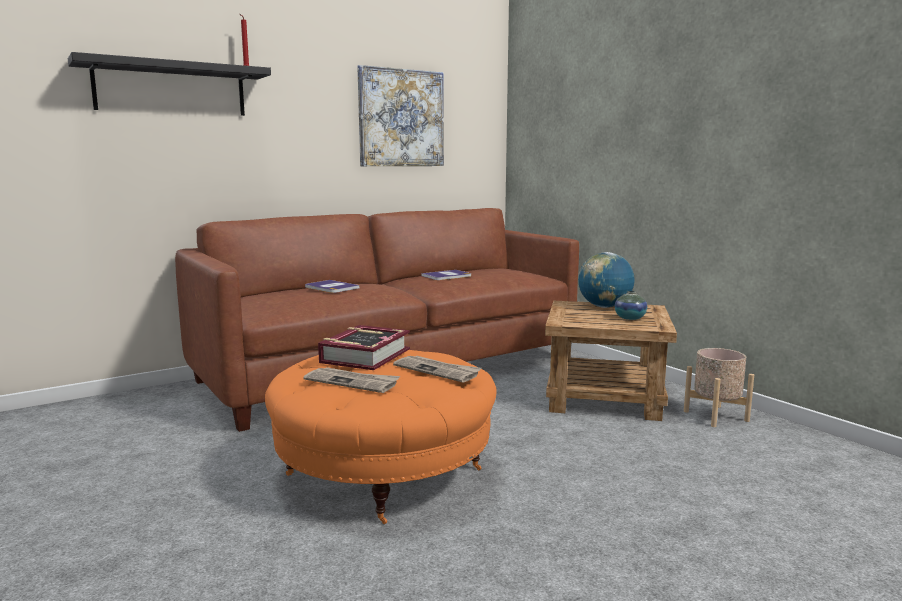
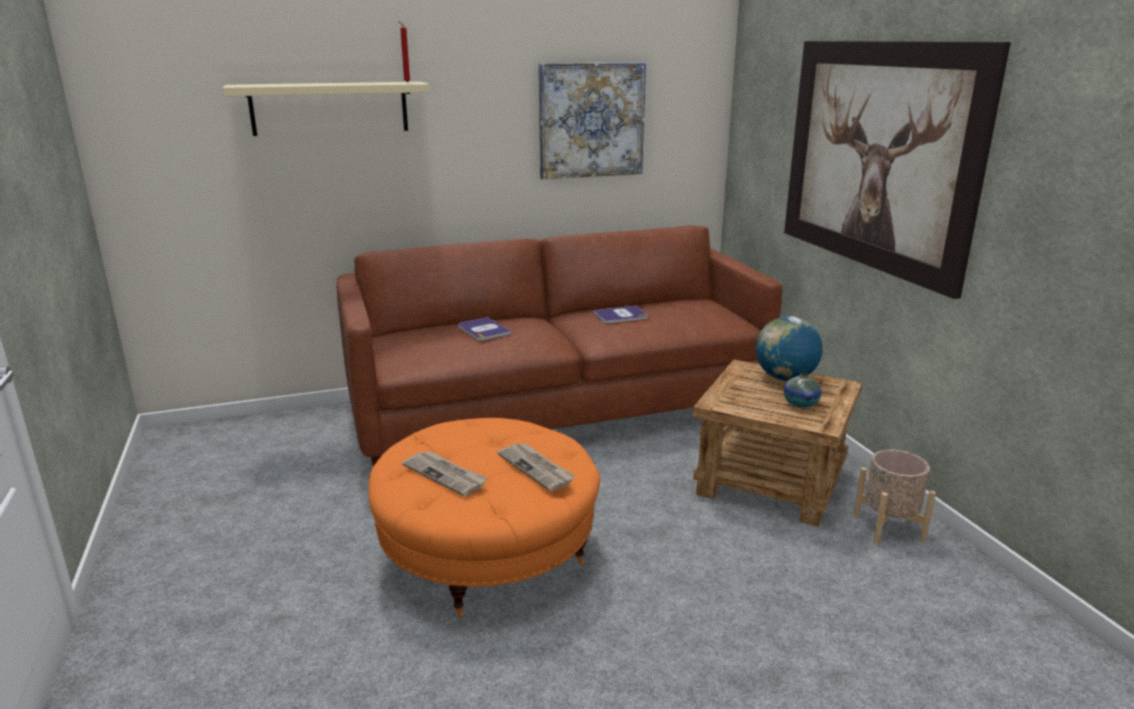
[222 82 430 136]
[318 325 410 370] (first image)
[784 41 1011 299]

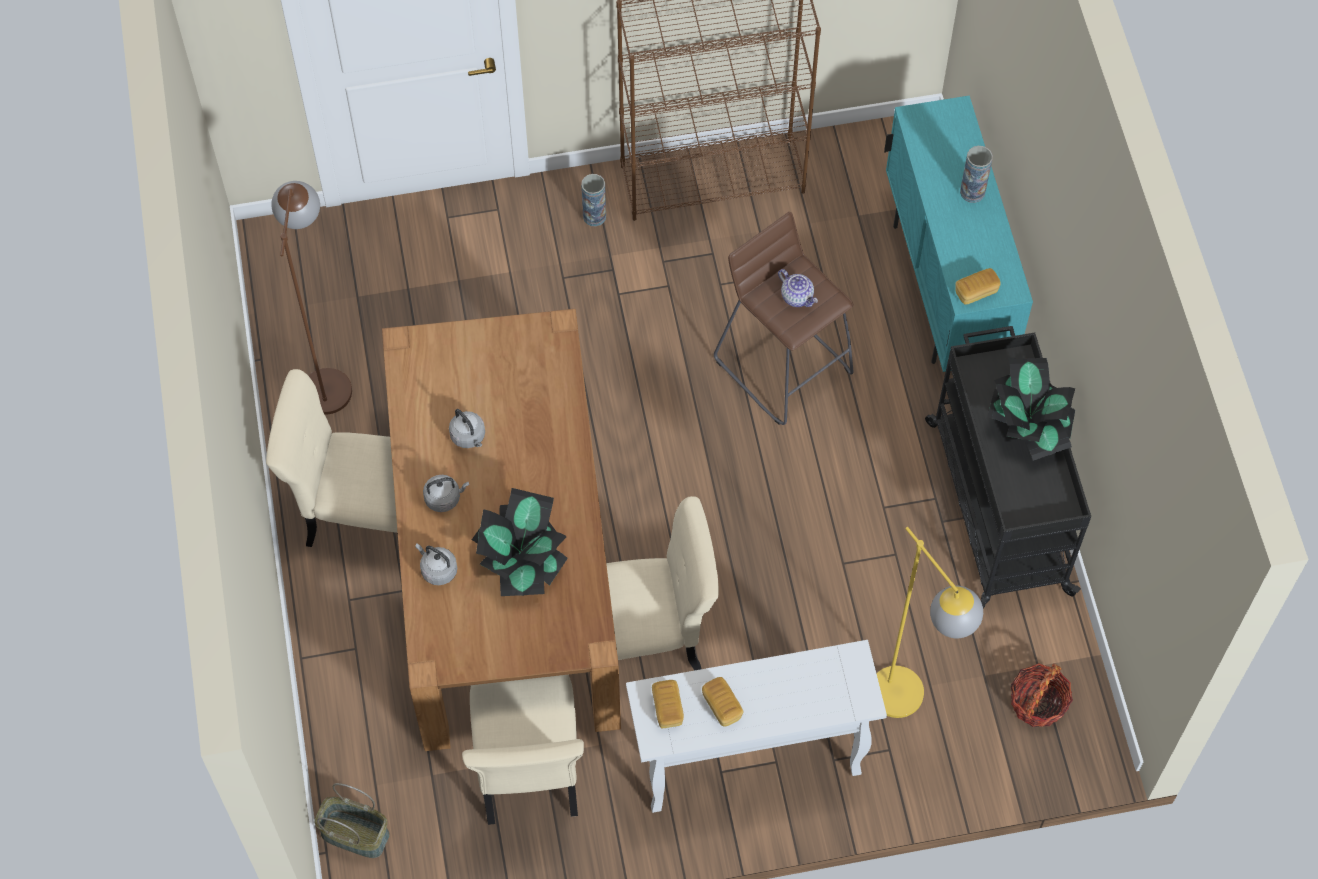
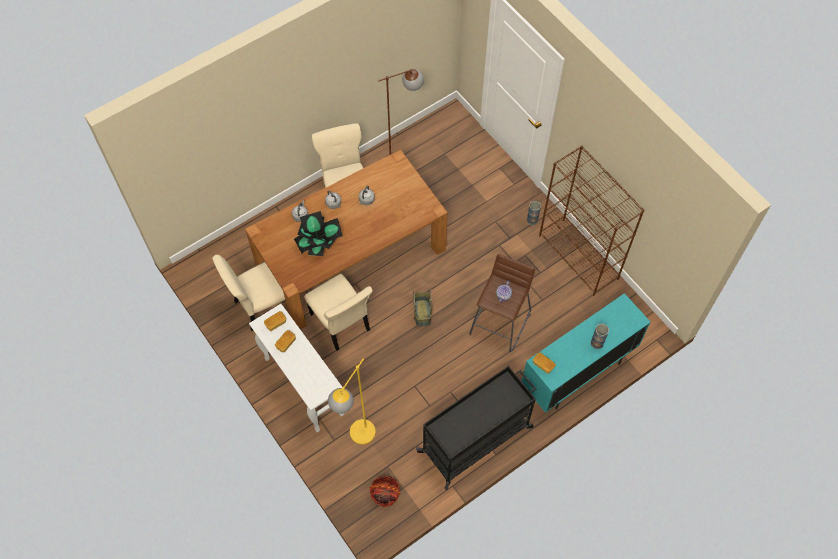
[987 358 1075 461] (first image)
[413 289 432 327]

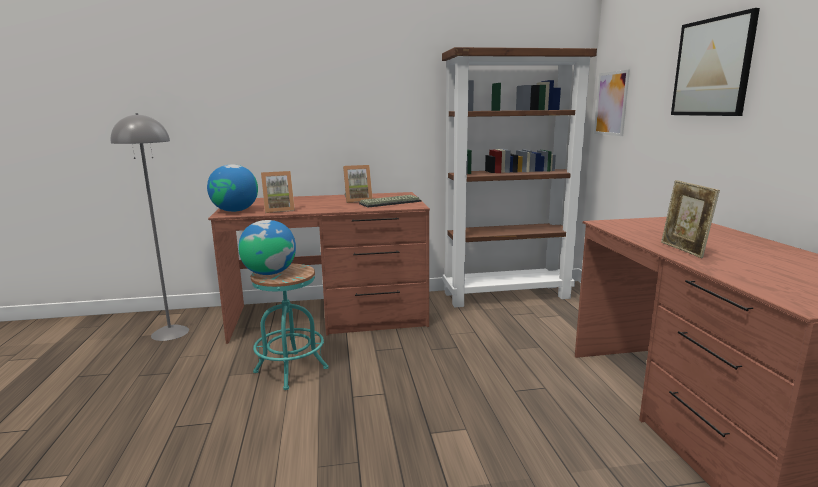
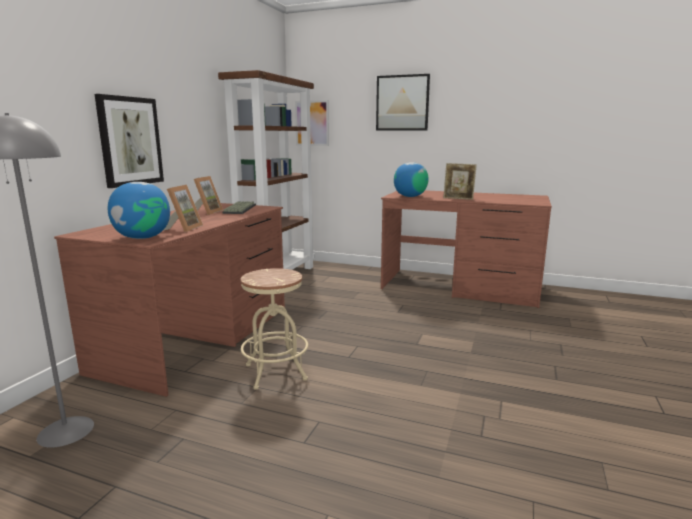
[394 162 429 197]
[241 268 308 390]
[94 94 164 188]

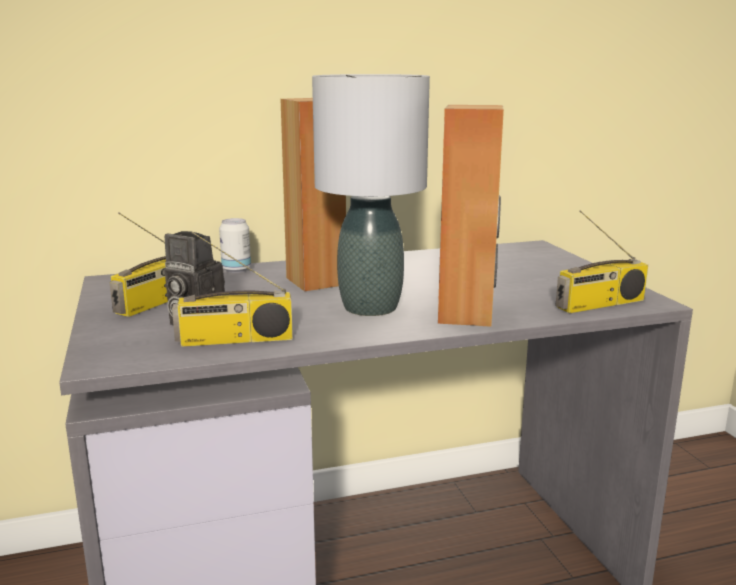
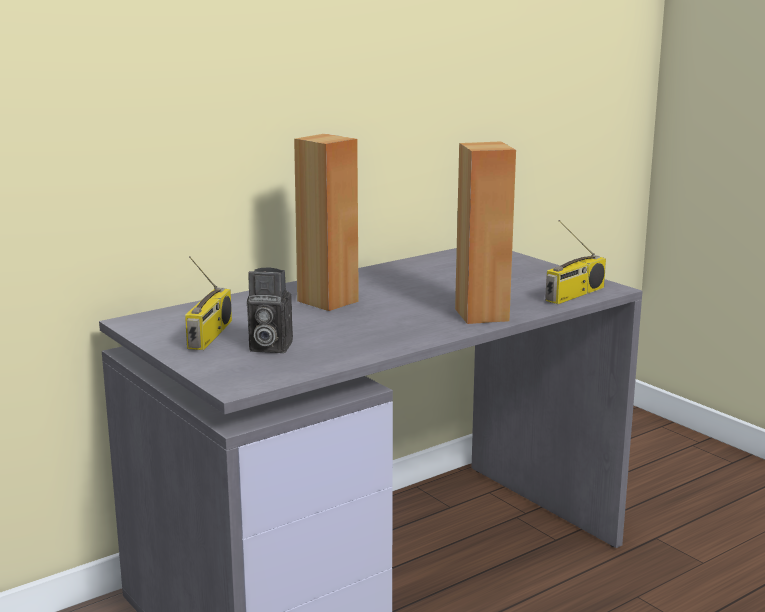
[312 74 430 316] (first image)
[219 218 251 273] (first image)
[172 231 293 347] (first image)

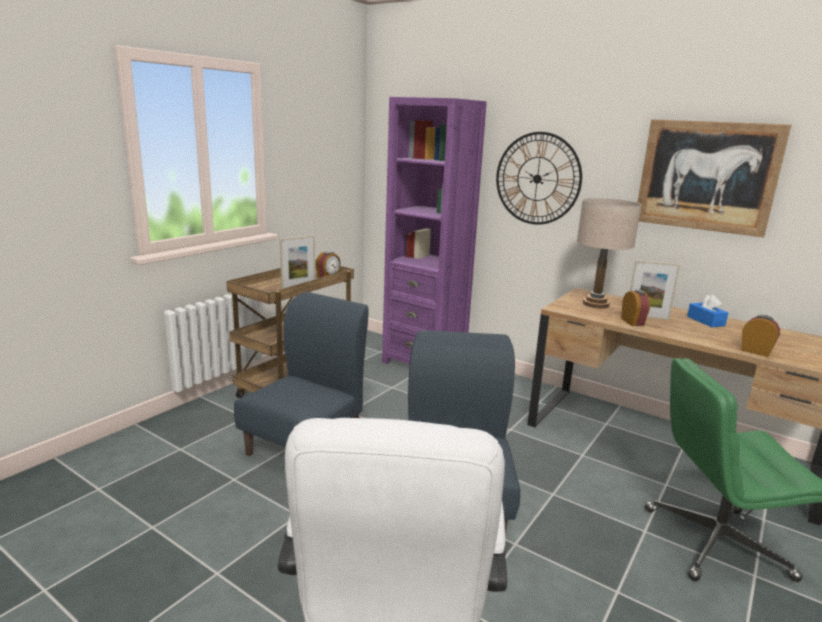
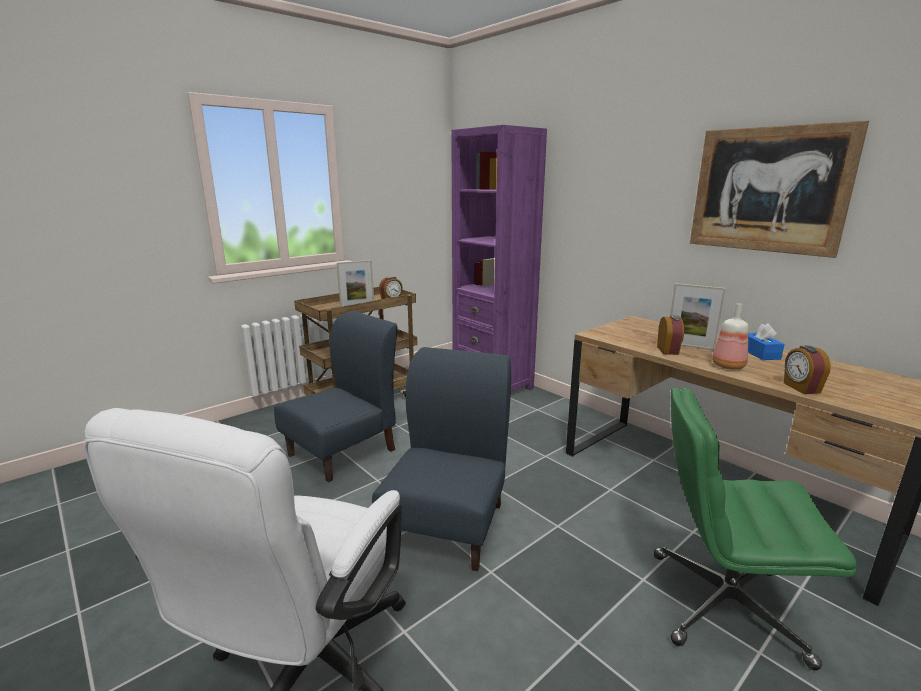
[496 132 582 225] (first image)
[577 198 642 309] (first image)
[784 346 831 394]
[712 303 748 369]

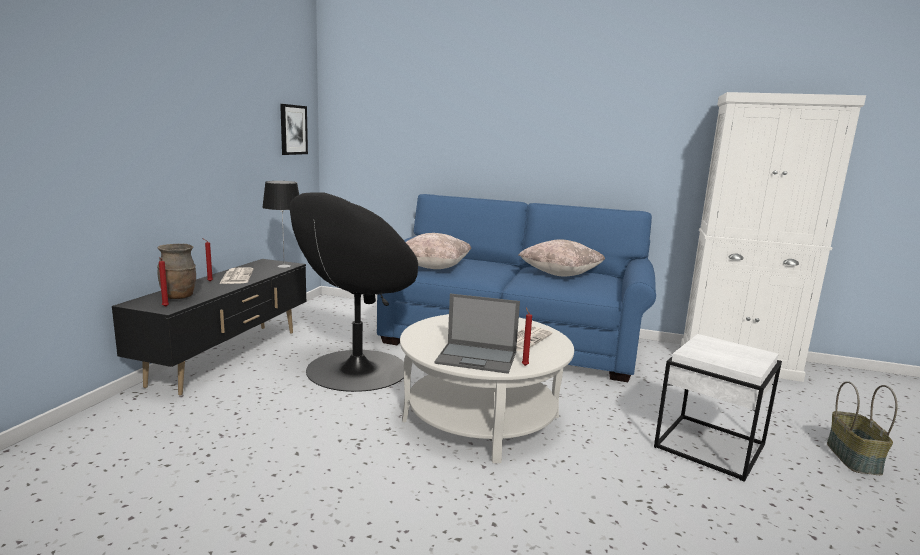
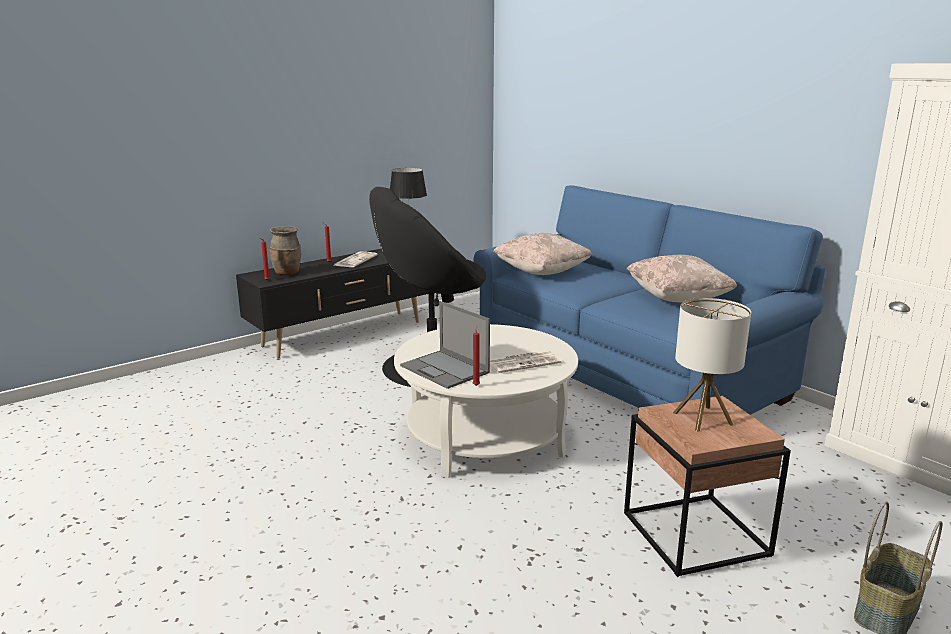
[280 104 308 155] (first image)
[624 396 791 577]
[673 298 751 432]

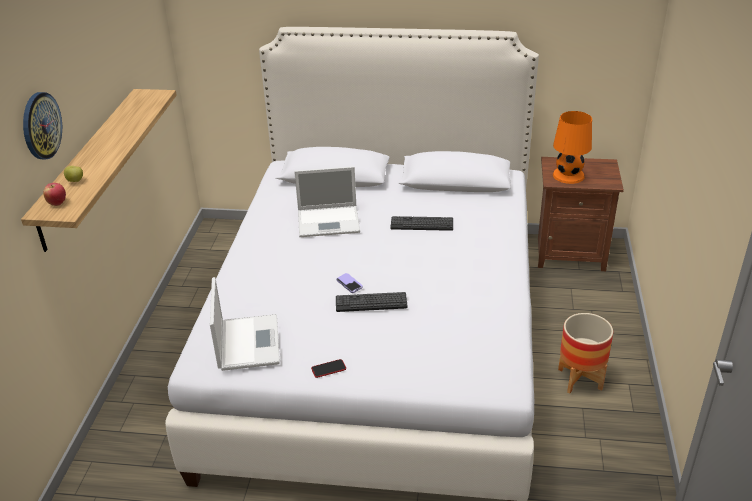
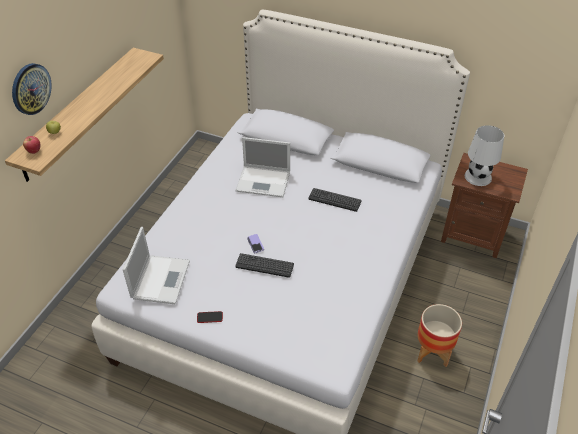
[464 125 504 186]

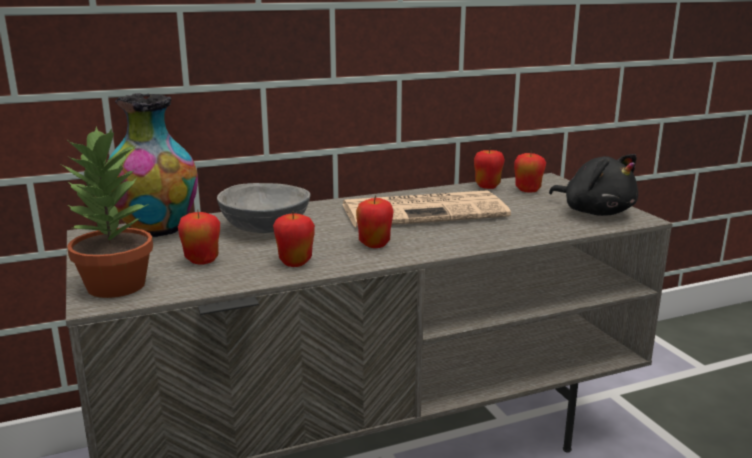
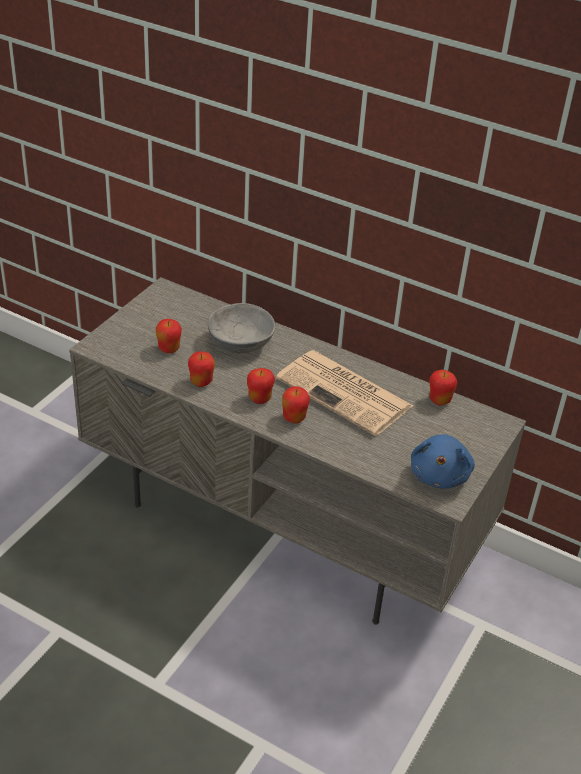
[107 93 198 237] (first image)
[61 126 153 298] (first image)
[282 386 310 424]
[411 434 475 489]

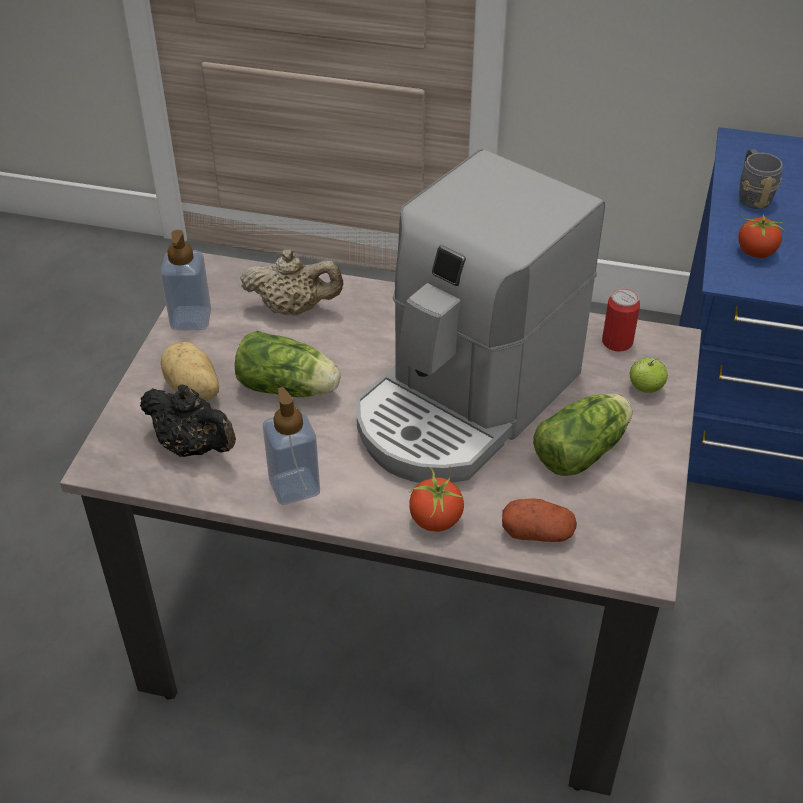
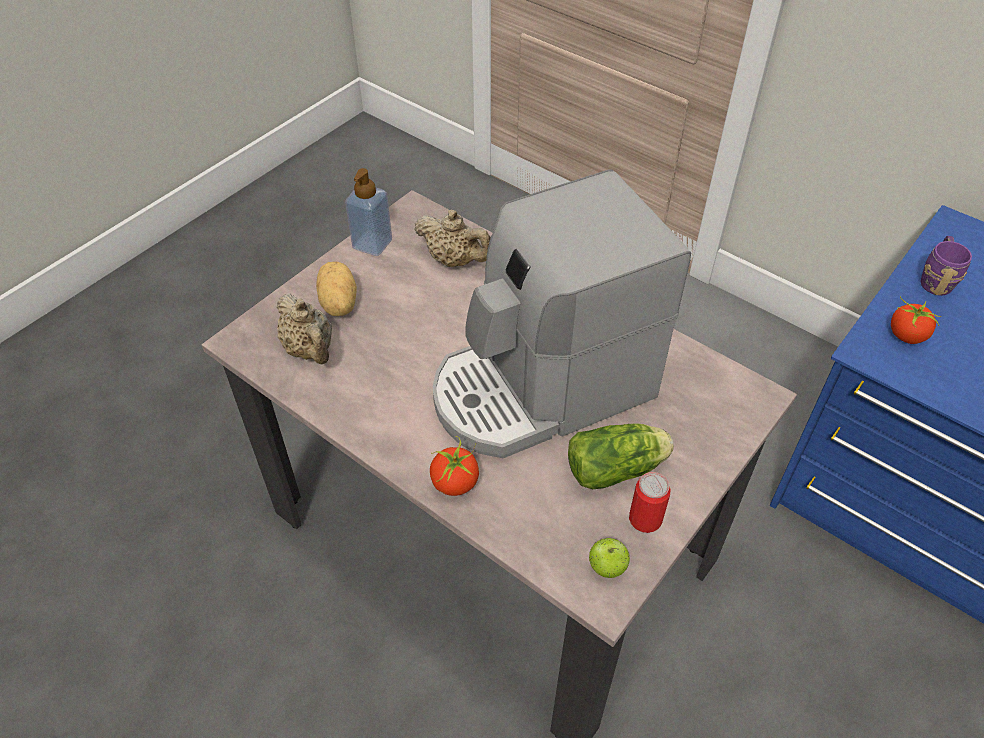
[921 236 972 296]
[629 472 670 533]
[235 331 341 397] (first image)
[589 538 630 578]
[276 293 332 364]
[263 387 320 505] (first image)
[502 498 577 542] (first image)

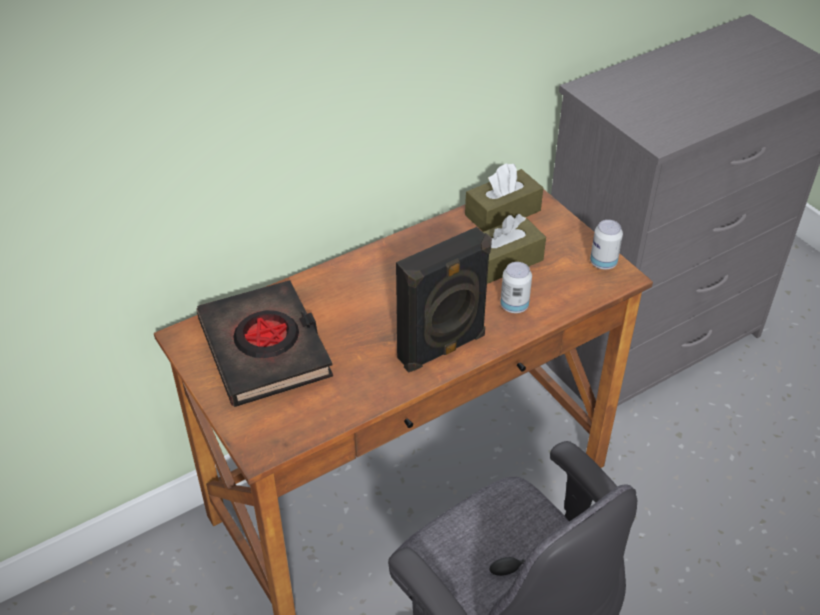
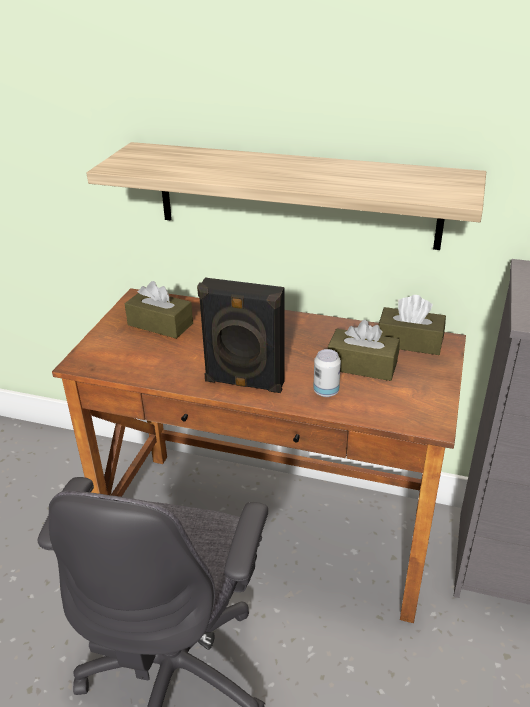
[590 220 623 270] (first image)
[125 281 193 339]
[87 142 486 250]

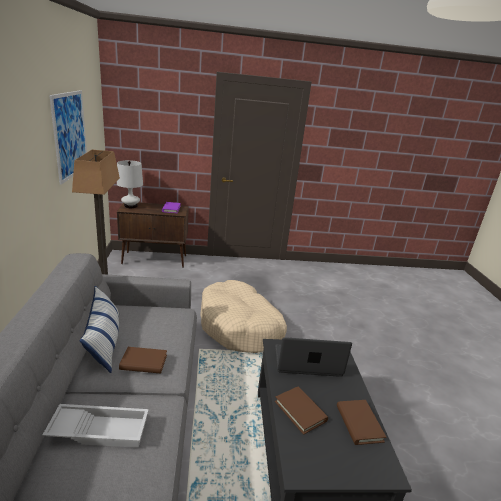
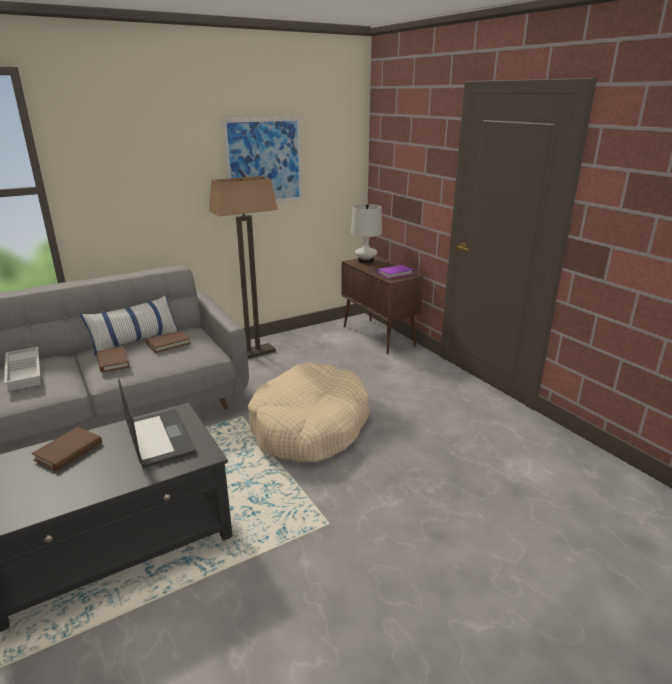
[146 331 191 353]

